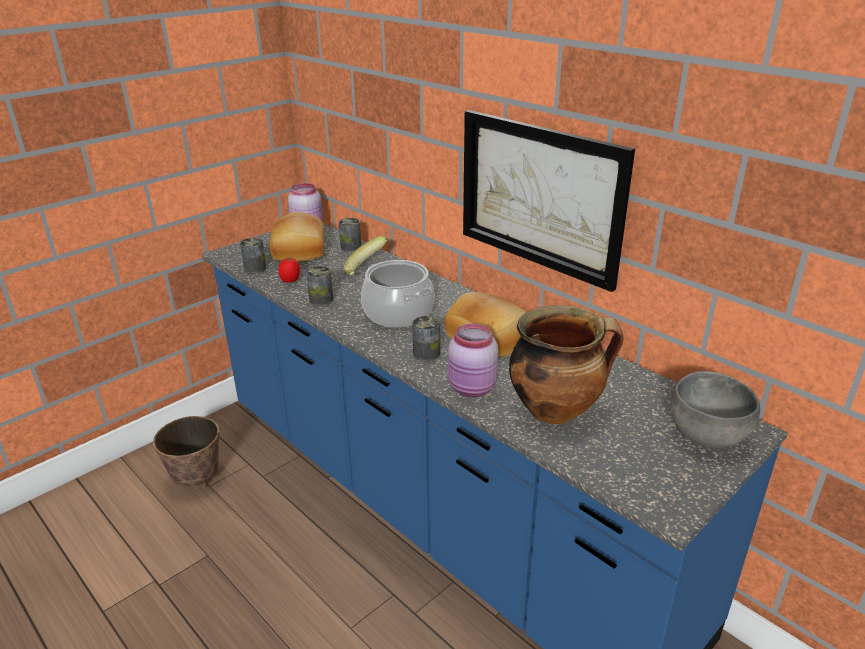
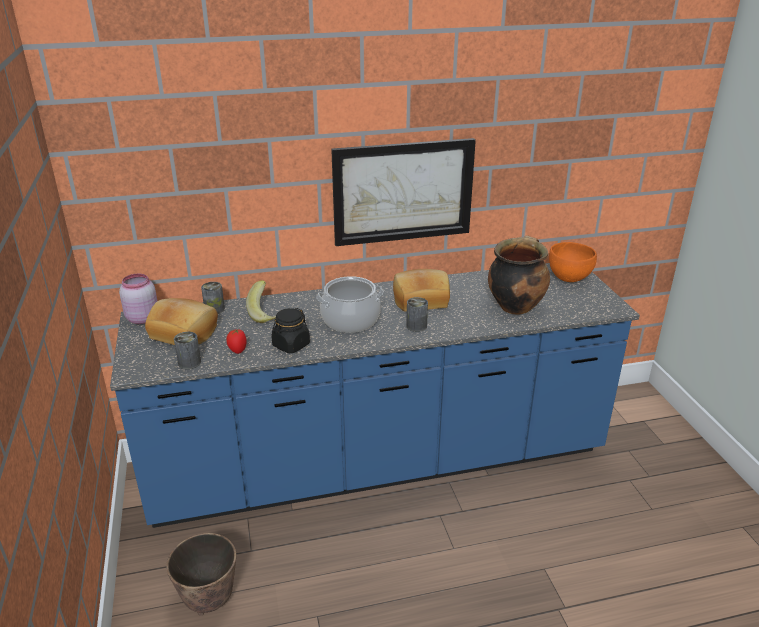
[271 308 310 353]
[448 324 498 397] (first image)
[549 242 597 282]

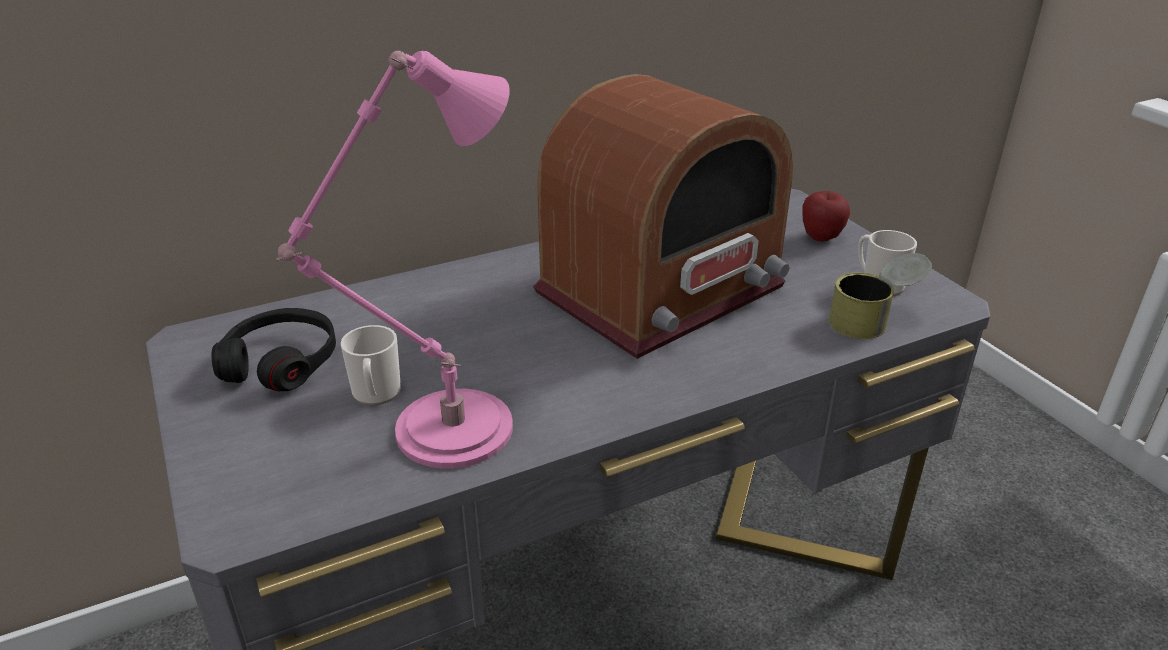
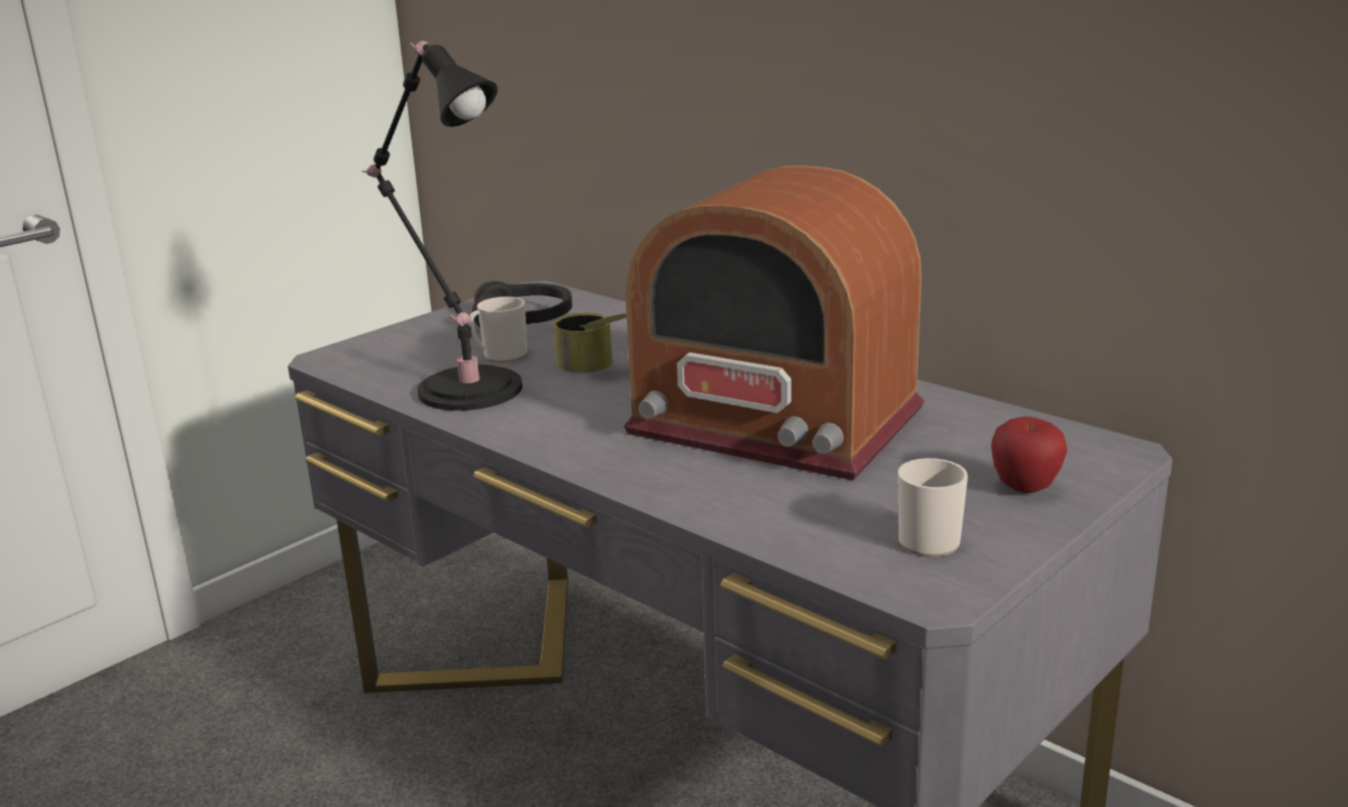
[362 41 522 411]
[554 313 627 373]

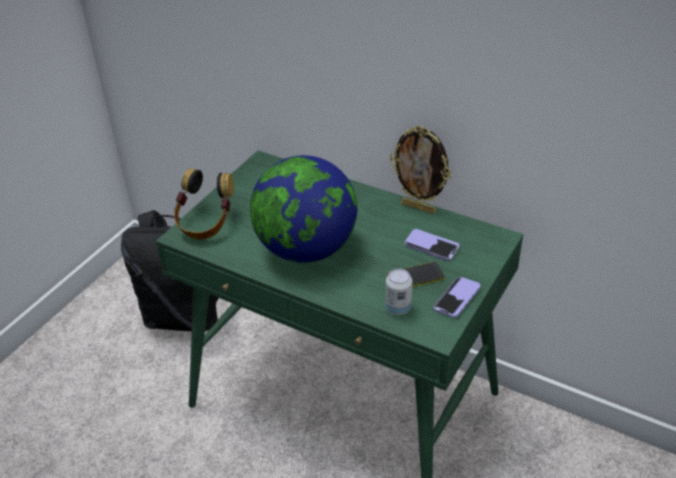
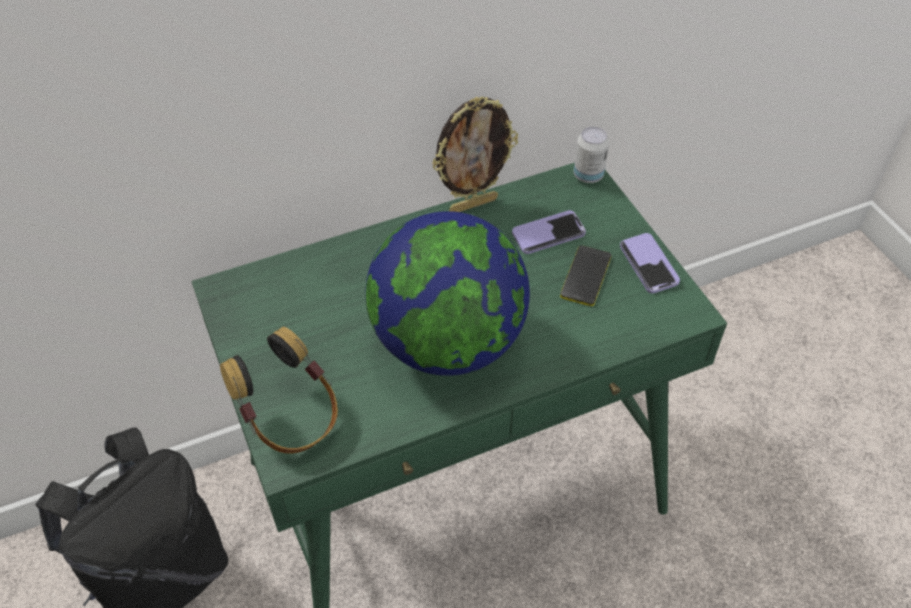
[574 127 609 183]

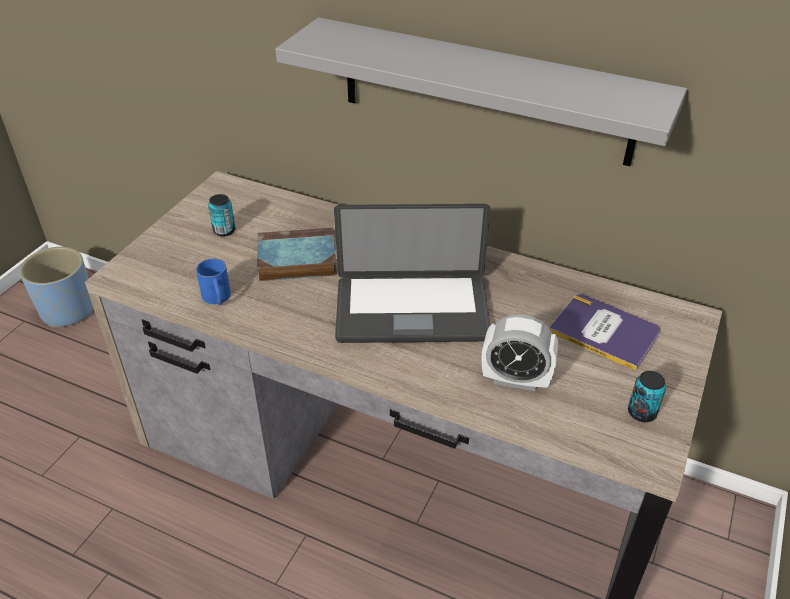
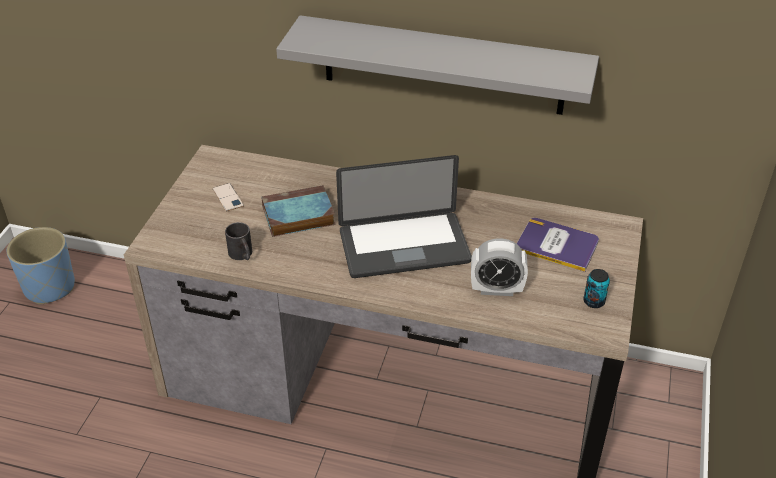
[213 183 244 212]
[225 222 252 260]

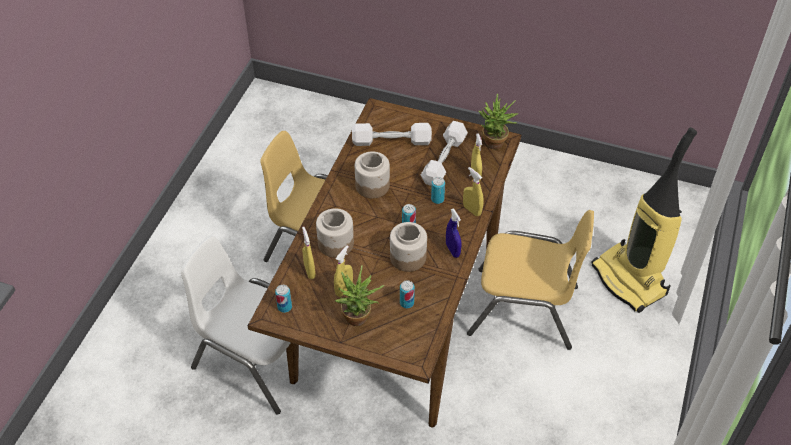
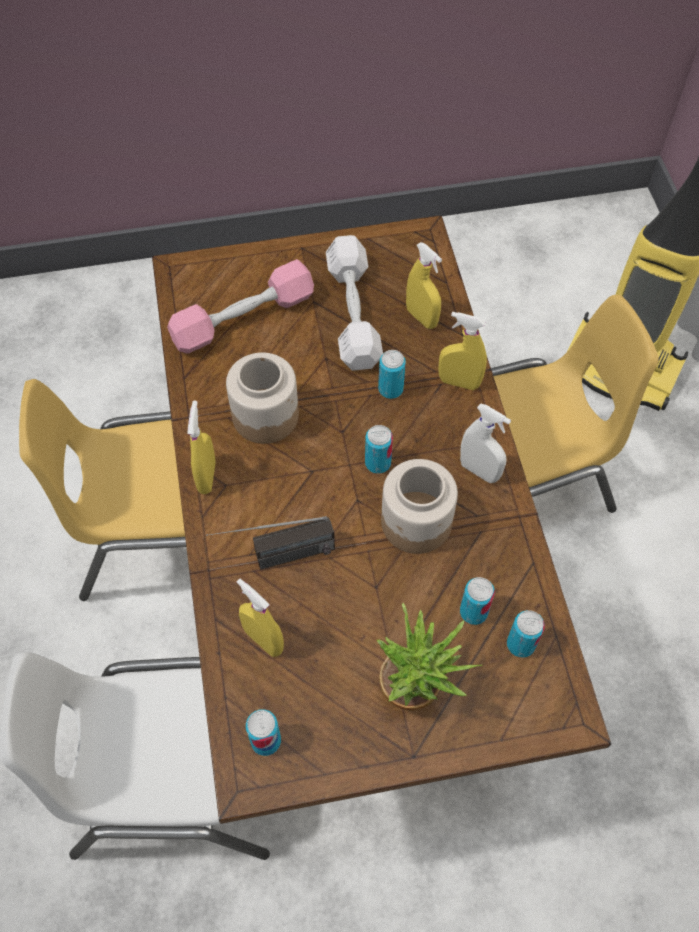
[479 93 519 149] (first image)
[167 259 314 354]
[206 516 335 570]
[460 403 511 483]
[187 400 216 494]
[507 610 545 658]

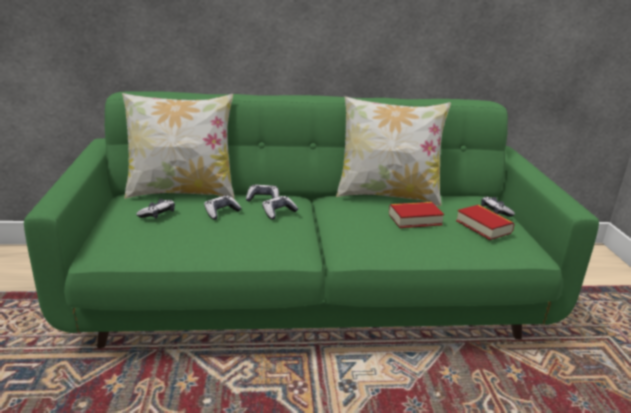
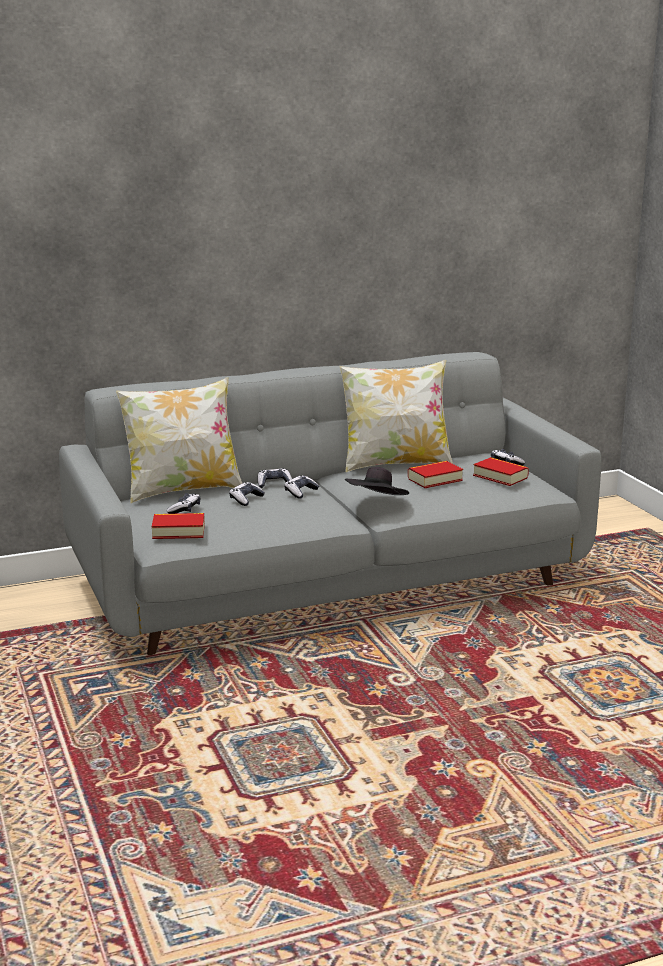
[59 352 601 655]
[345 467 409 495]
[152 513 205 539]

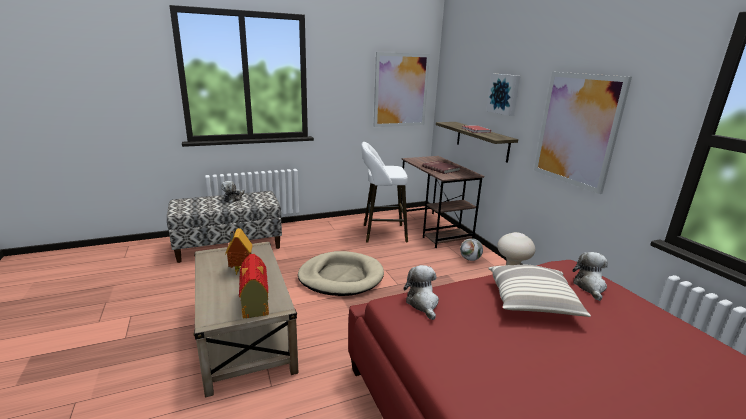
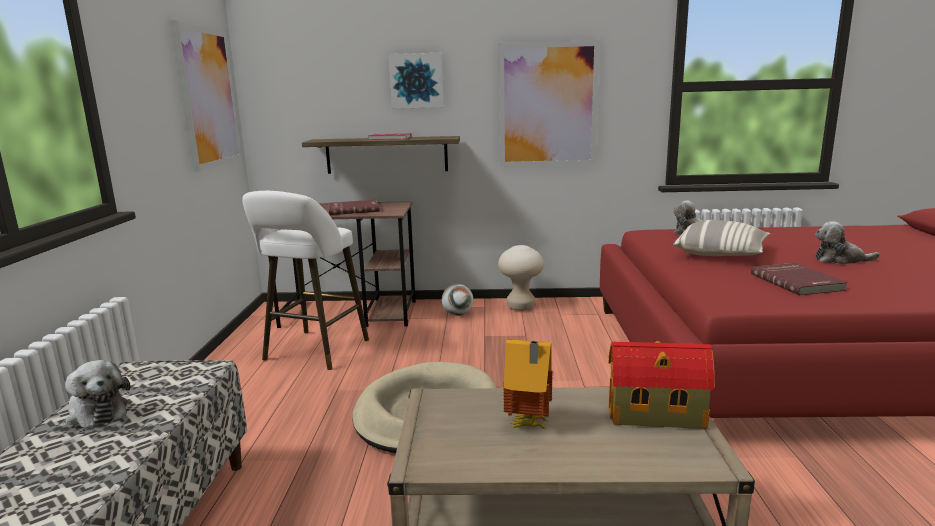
[815 221 880 264]
[751 263 848 295]

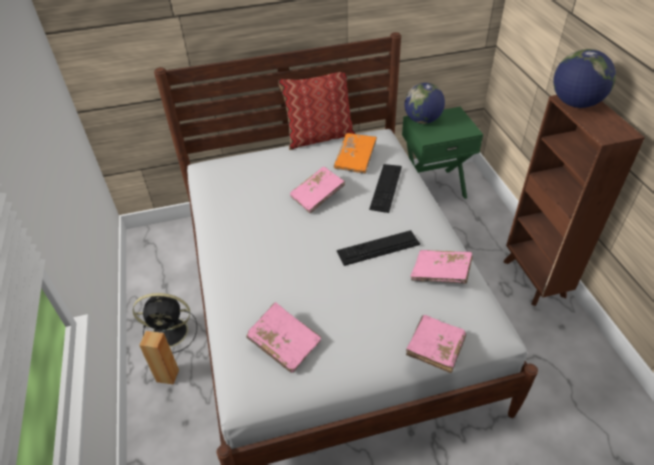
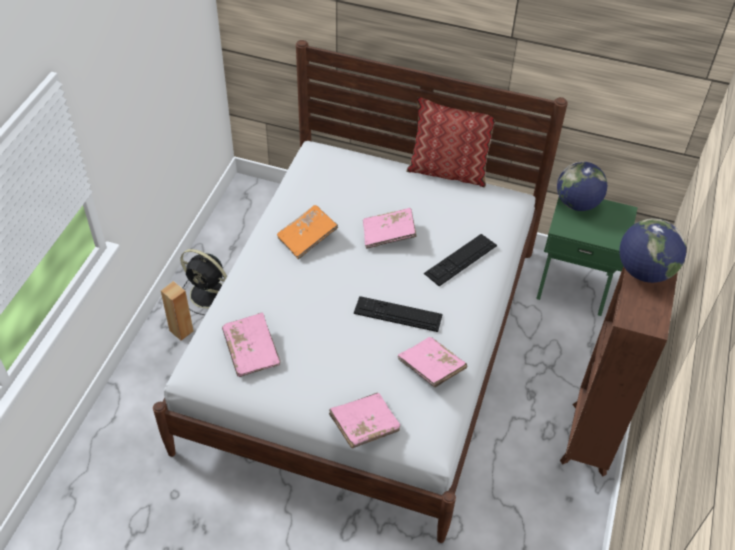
[277 205 338 259]

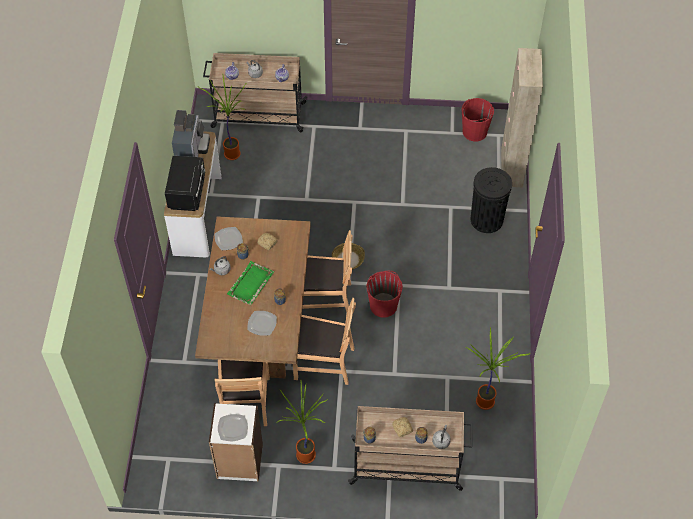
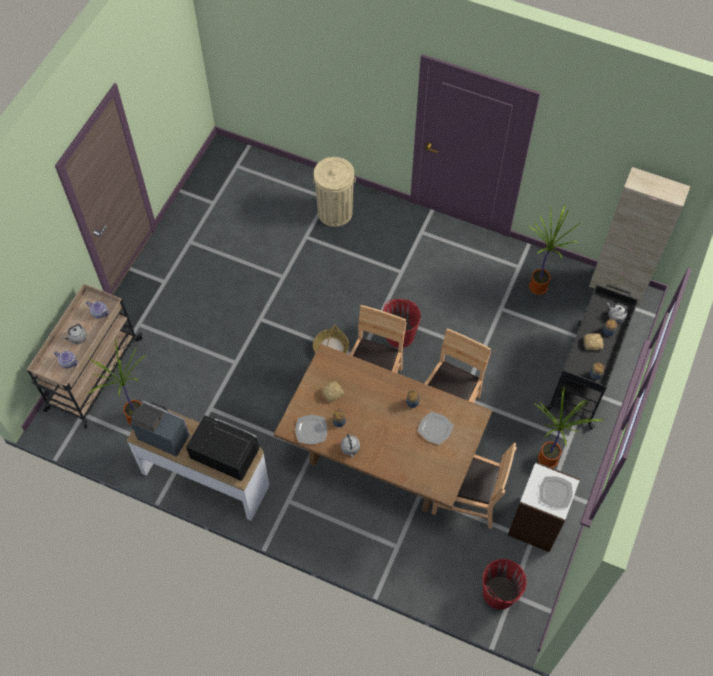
[589 167 690 305]
[482 559 527 610]
[313 157 356 227]
[227 261 274 305] (first image)
[543 284 638 430]

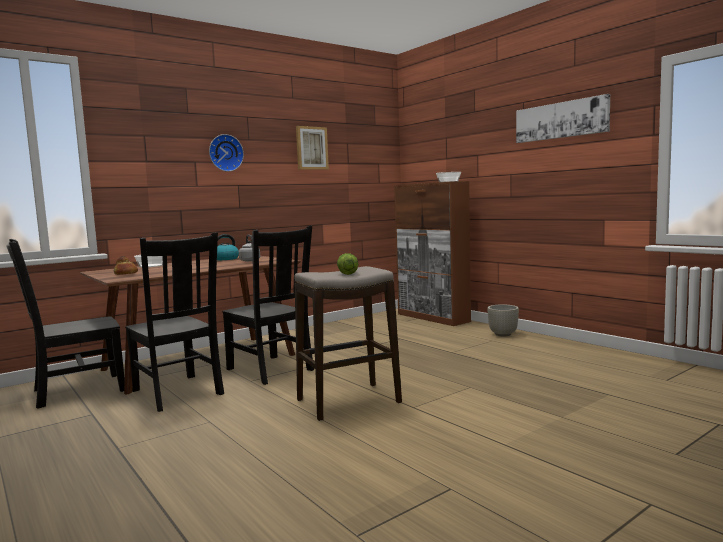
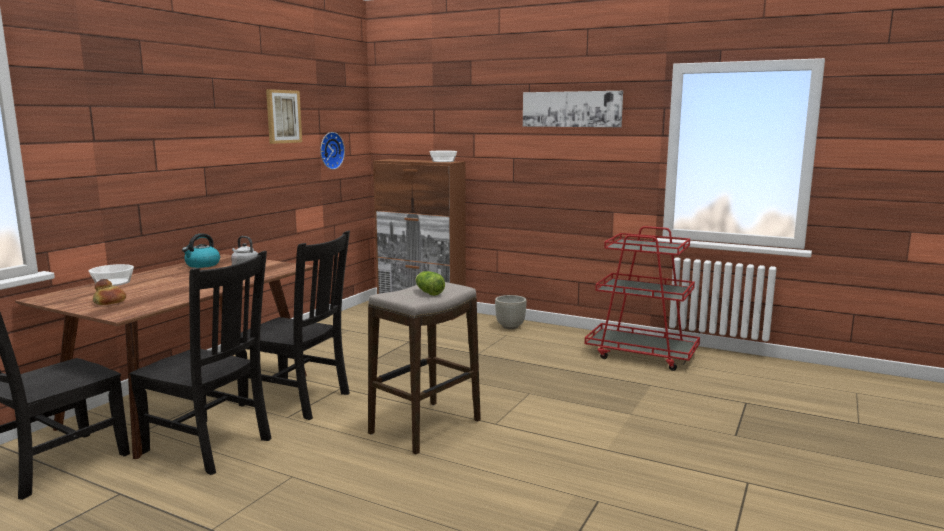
[320 132 345 170]
[585 226 700 371]

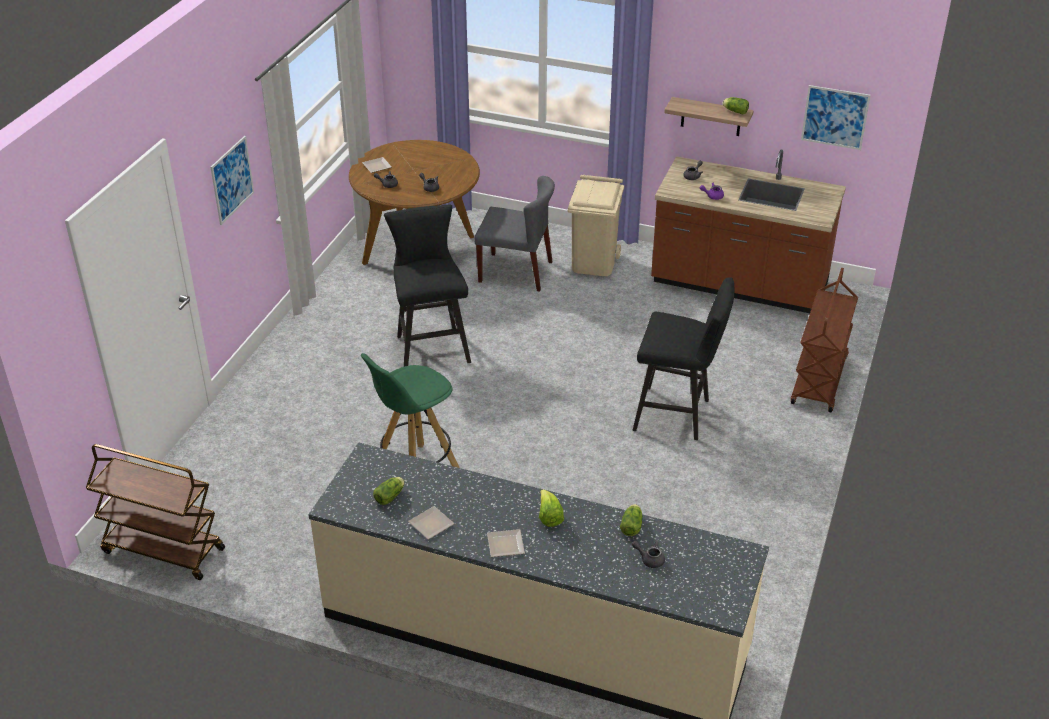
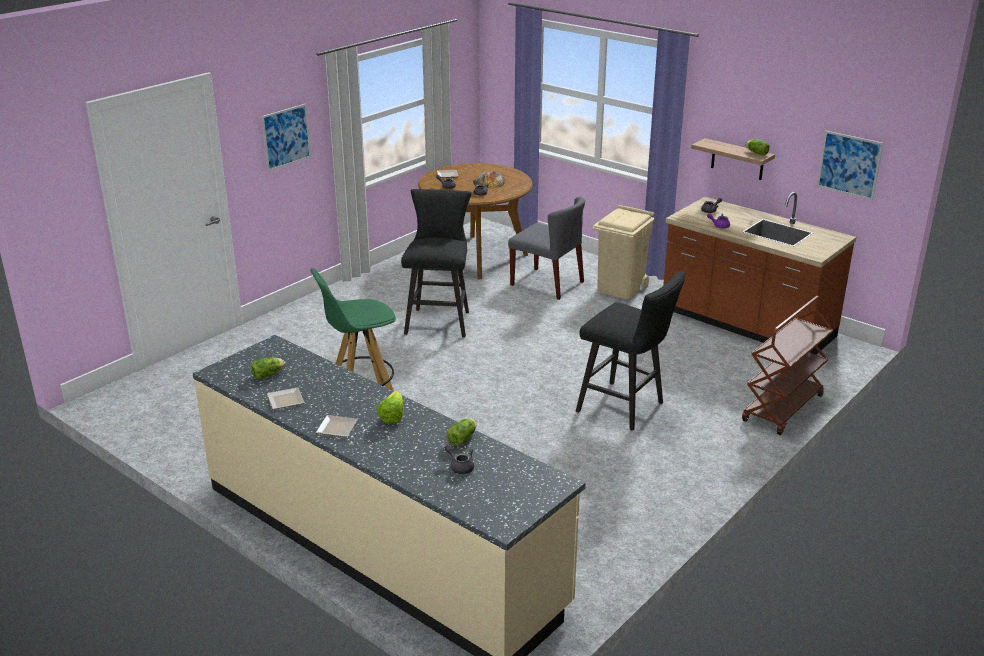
[86 444 225 580] (first image)
[477 171 505 188]

